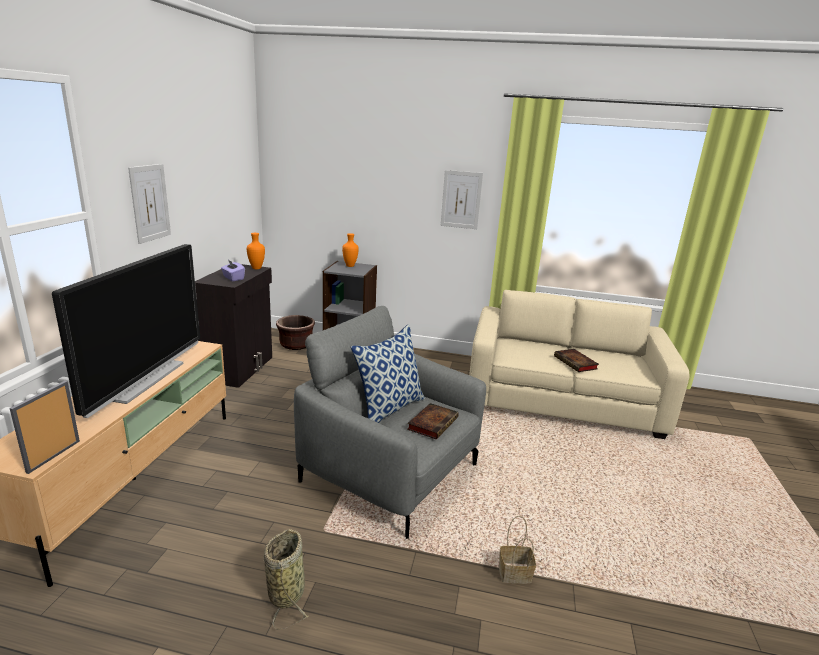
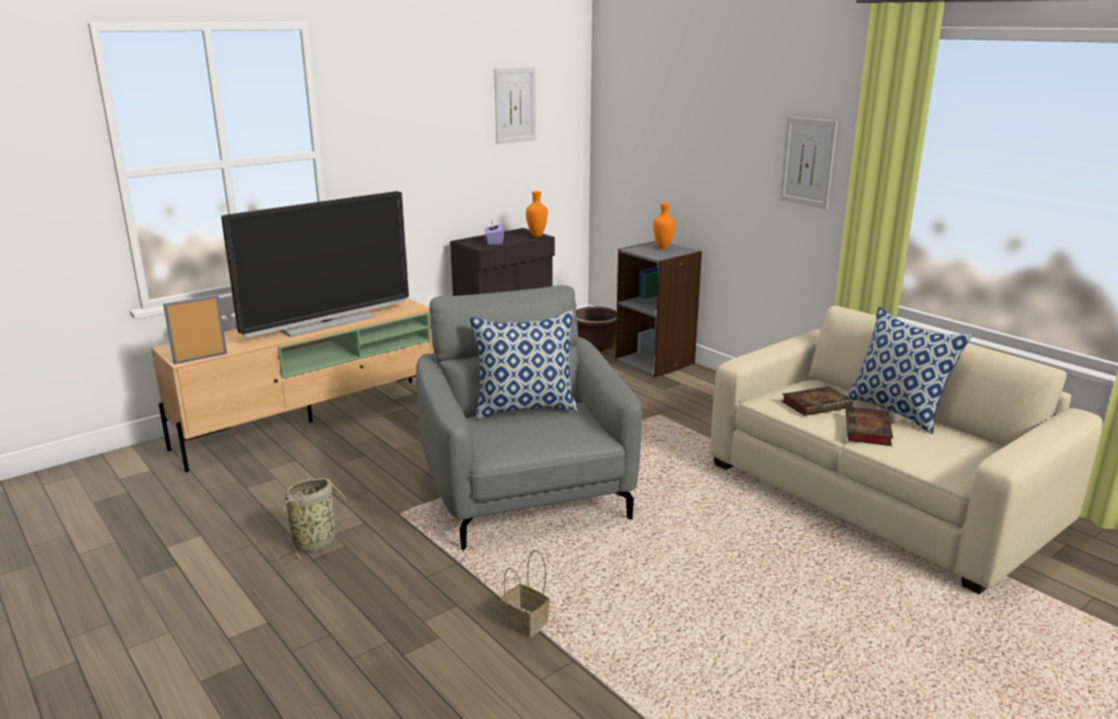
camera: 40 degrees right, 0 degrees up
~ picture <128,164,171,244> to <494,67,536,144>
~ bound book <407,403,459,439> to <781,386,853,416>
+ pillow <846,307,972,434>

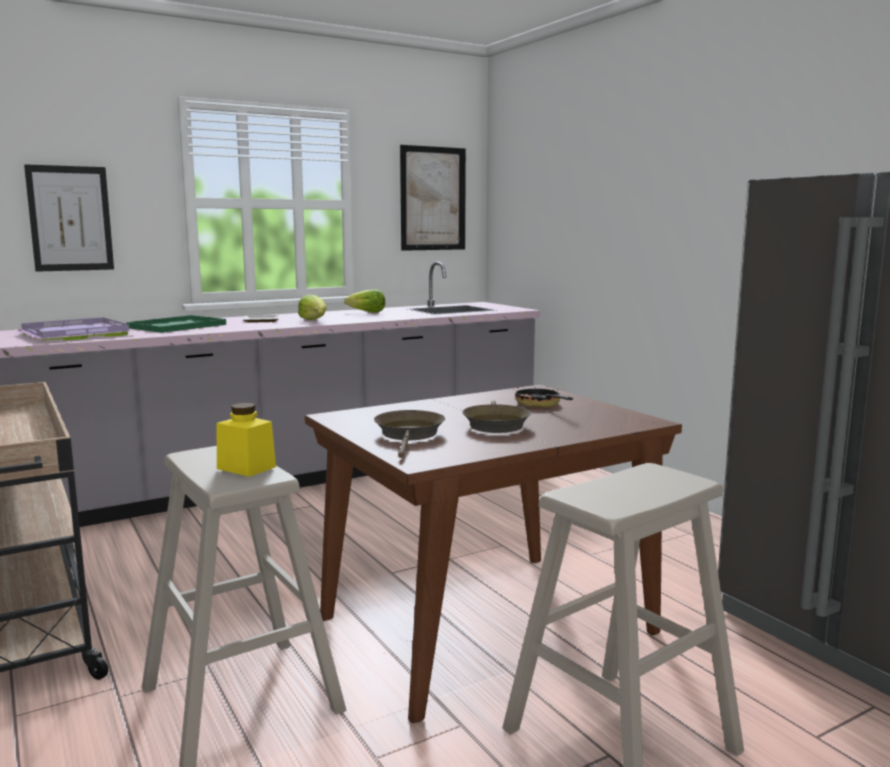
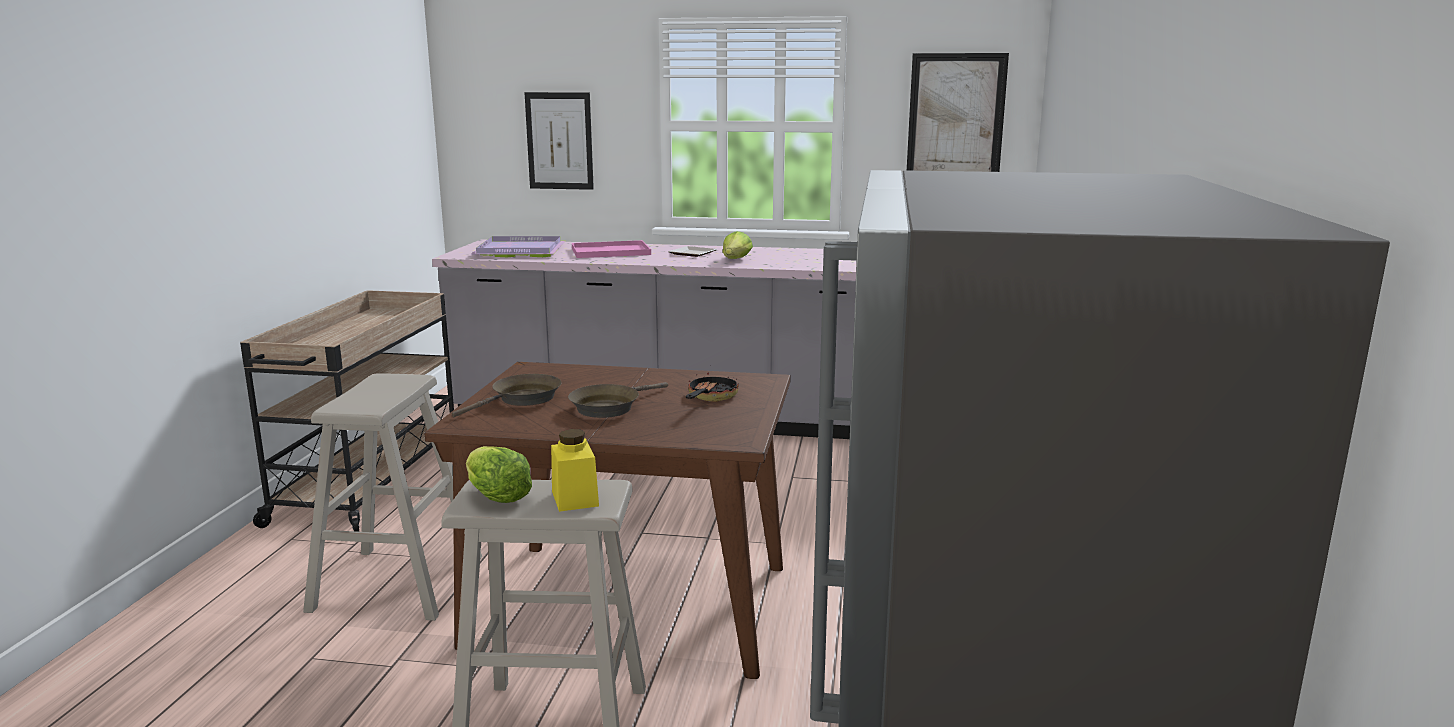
camera: 40 degrees right, 5 degrees up
~ head of lettuce <344,289,385,313> to <466,446,532,503>
~ green tray <126,315,226,333> to pinkish tray <572,240,651,258>
~ yellowish storage jar <216,403,276,477> to <551,429,599,512>

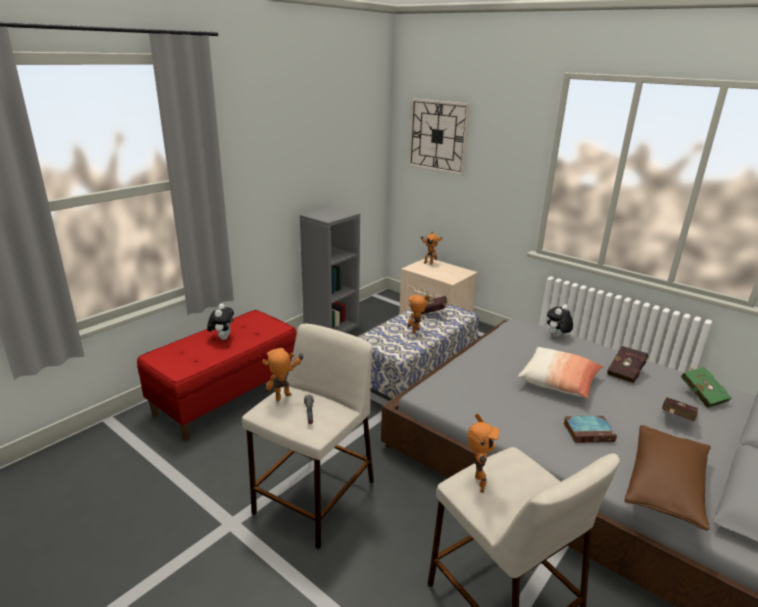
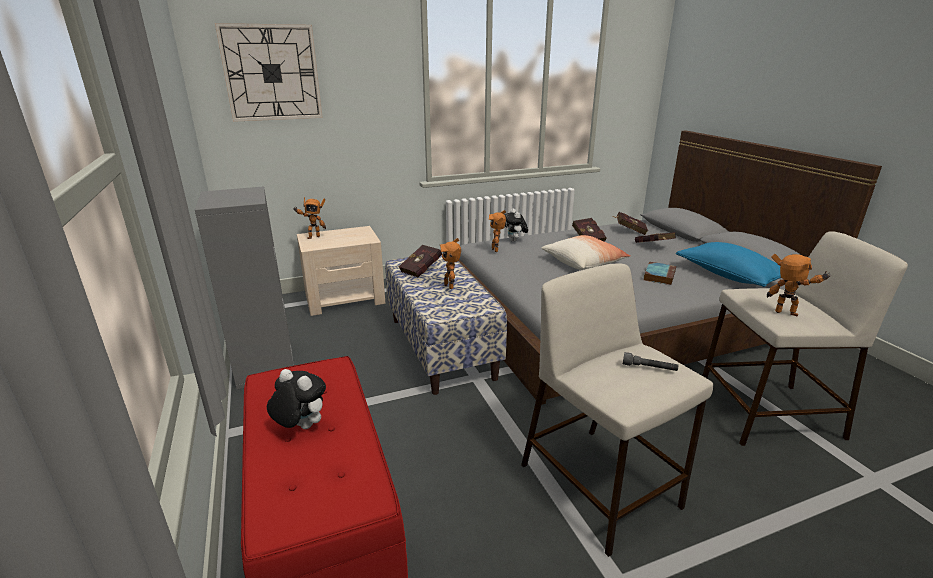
camera: 60 degrees left, 0 degrees up
~ model robot <263,348,304,401> to <489,210,506,252>
~ green bound book <680,367,731,408> to reddish bound book <614,212,648,235>
~ brown-coloured pillow <625,425,711,531> to blue pillow <676,242,781,287>

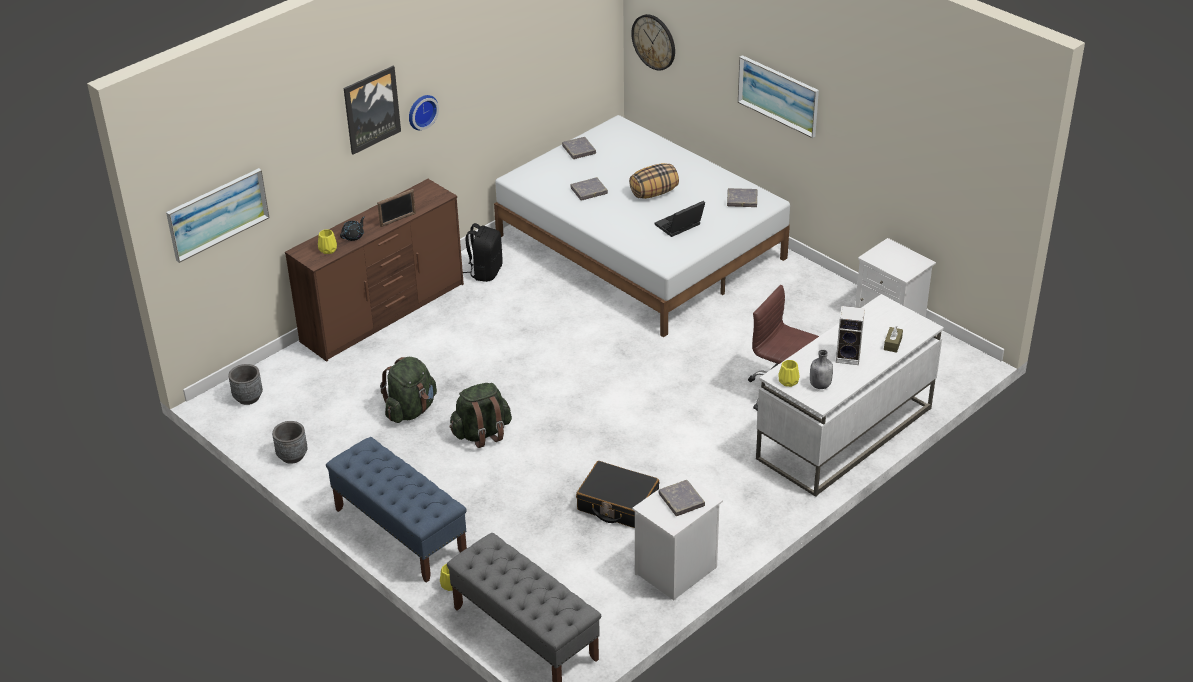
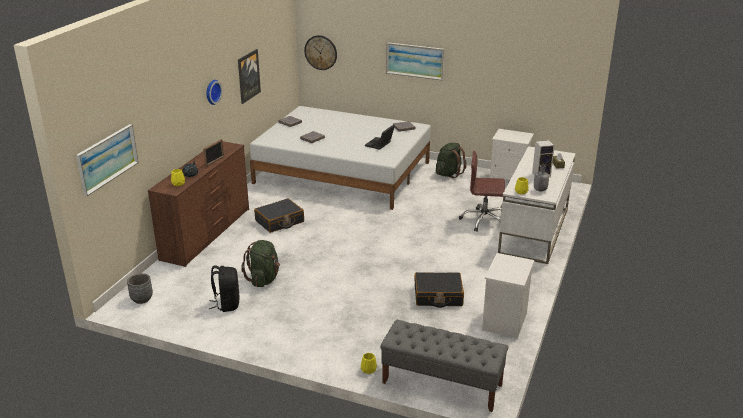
camera: 25 degrees left, 10 degrees down
~ picture <344,66,401,155> to <238,49,261,104>
- pillow <629,163,679,199>
~ black-coloured knapsack <463,223,503,282> to <209,265,239,312>
~ green knapsack <450,383,512,448> to <436,143,467,178>
- greyish flower pot <272,421,307,464>
- blue indoor bench <326,437,467,583>
- greyish bound book <659,480,705,516>
+ black-coloured piece of luggage <254,198,304,233>

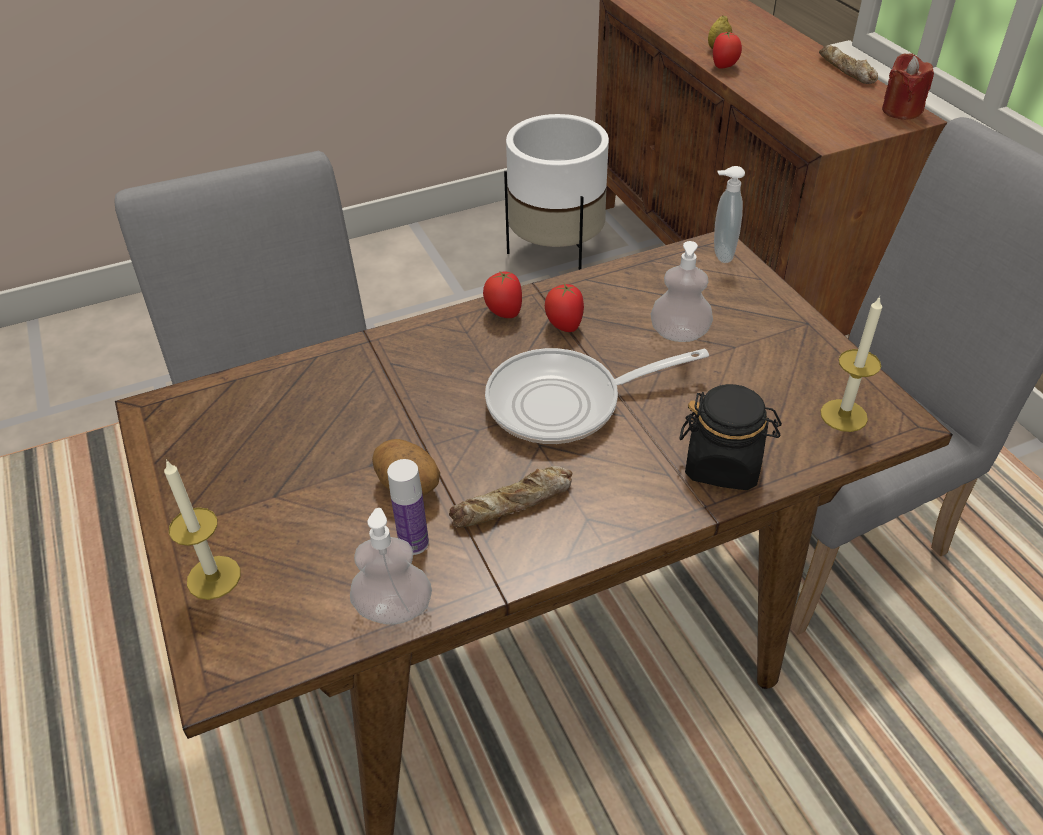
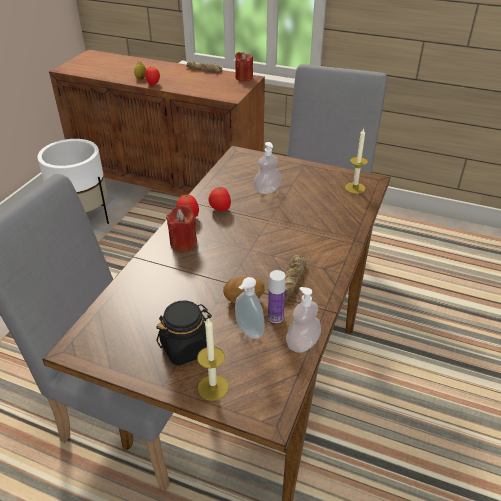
camera: 45 degrees left, 5 degrees down
~ soap bottle <714,166,745,263> to <235,277,264,339>
- skillet <485,348,709,444>
~ black-coloured storage jar <679,384,782,490> to <156,300,212,366>
+ reddish wax light <166,205,197,251>

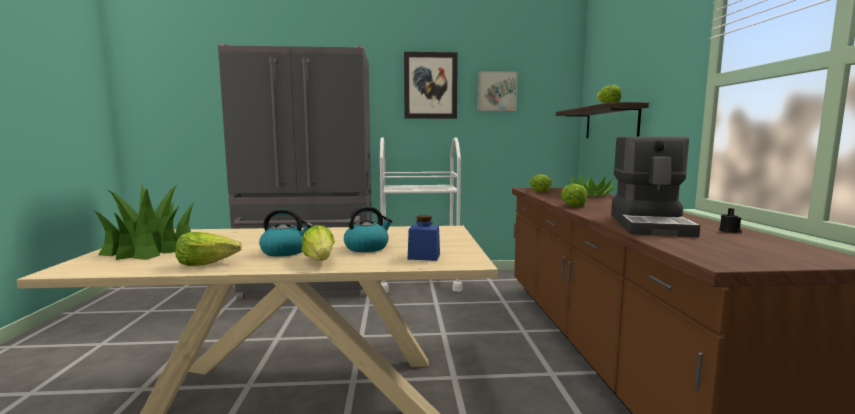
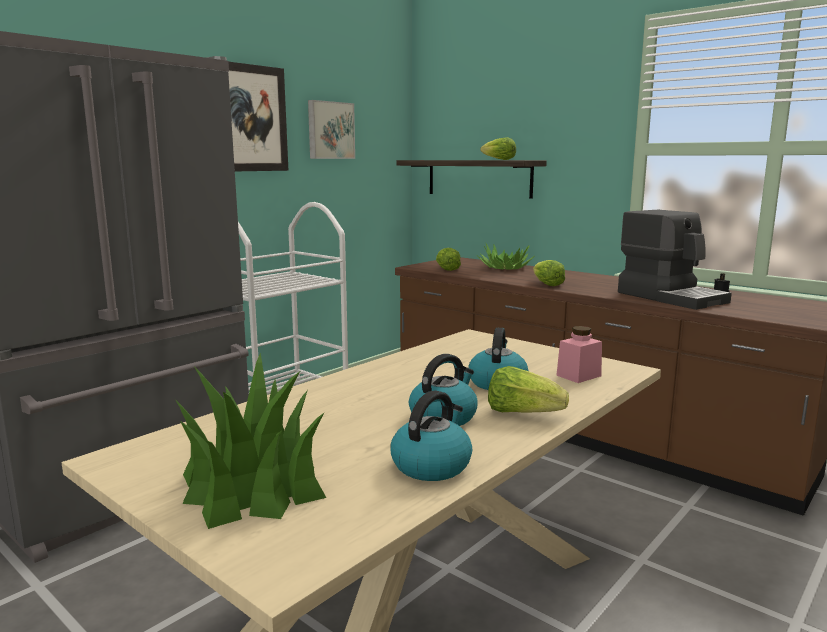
camera: 45 degrees left, 5 degrees up
~ blue storage jar <408,215,440,261> to pinkish storage jar <556,326,602,383>
~ head of lettuce <175,232,242,266> to kettle <390,390,472,481>

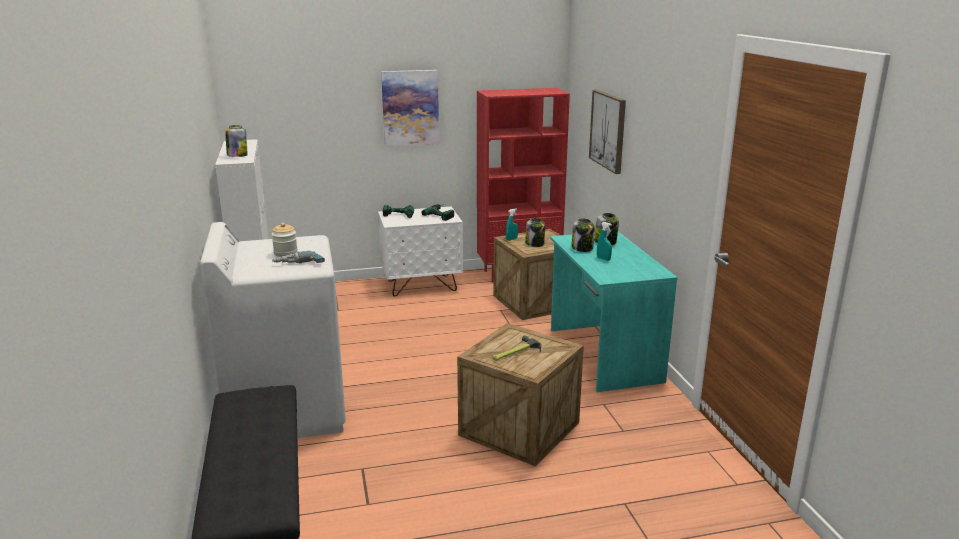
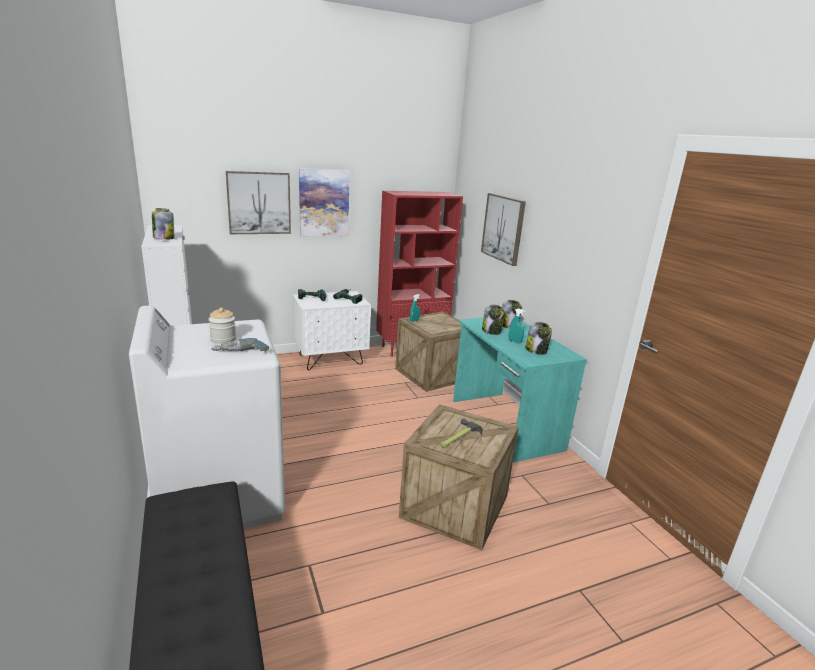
camera: 10 degrees left, 0 degrees up
~ storage jar <525,218,545,247> to <525,322,552,355>
+ picture <226,171,291,234>

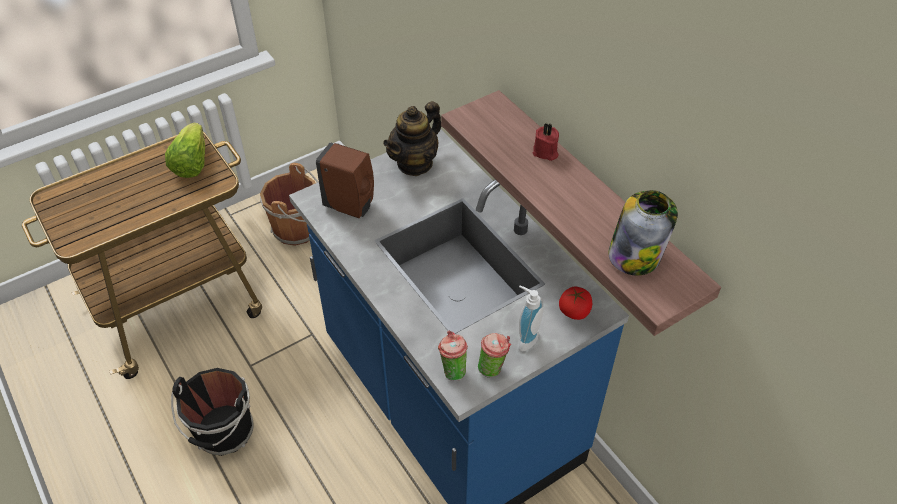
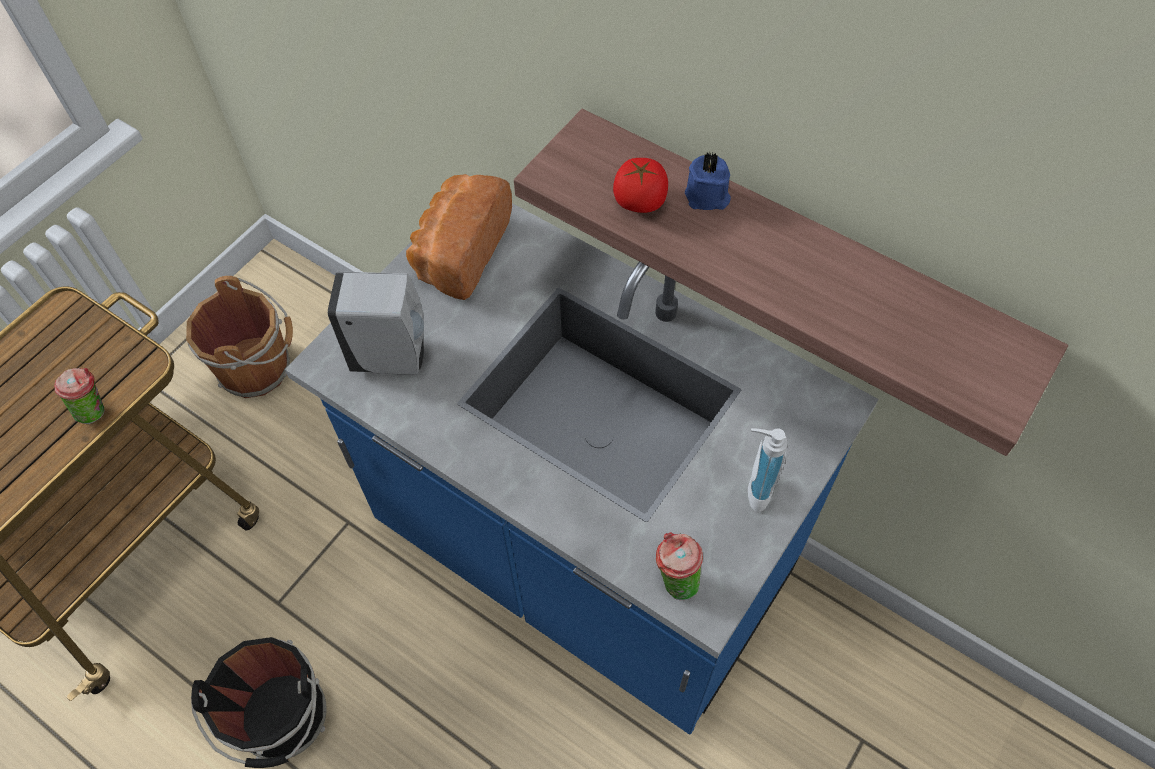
camera: 20 degrees left, 10 degrees up
~ pot for tea <383,101,441,176> to baked bread <406,174,512,300>
- head of lettuce <165,123,205,178>
~ reddish wax light <533,123,559,161> to blue wax light <685,153,731,210>
~ brown-coloured soap bottle <316,142,374,218> to white-coloured soap bottle <328,272,424,375>
- storage jar <608,190,678,276>
~ fresh tomato <559,287,592,320> to <613,158,668,213>
~ drinking cup <478,333,511,377> to <54,368,105,424>

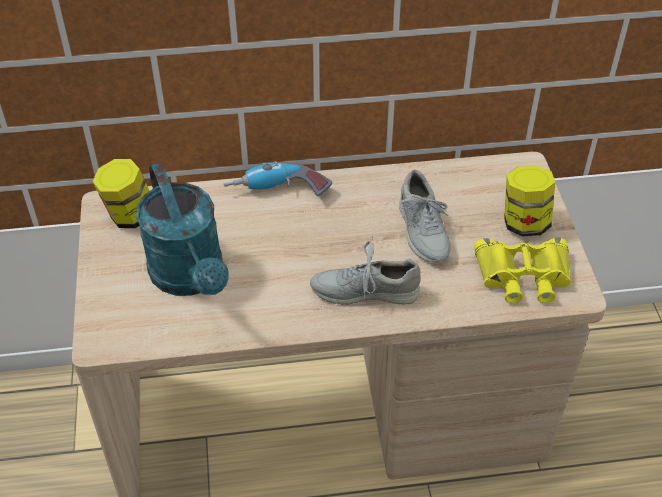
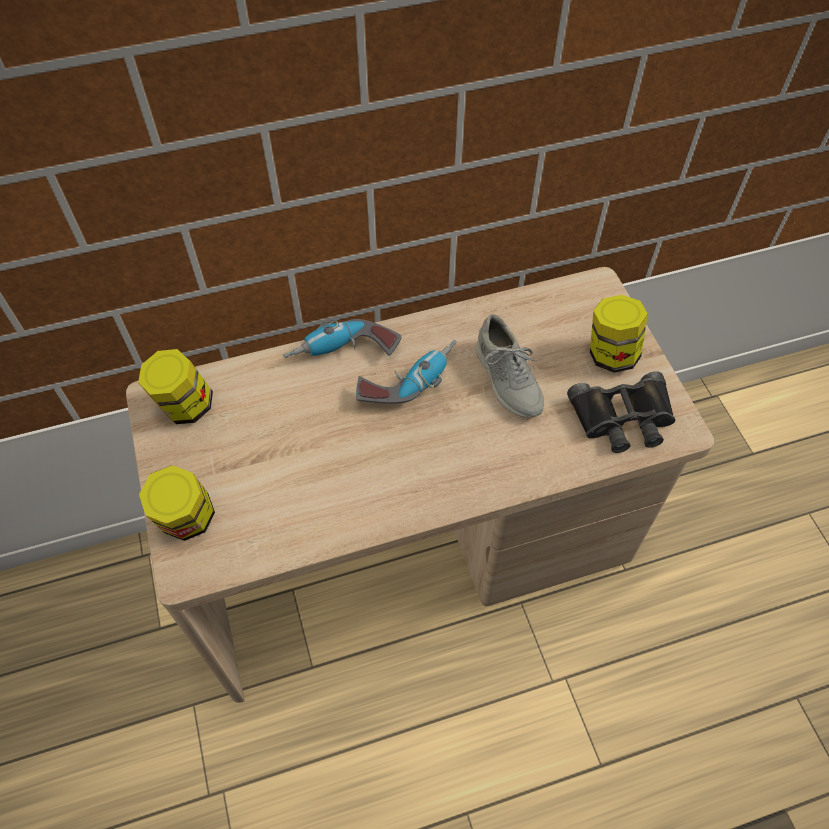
camera: 10 degrees left, 10 degrees up
- turquoise-coloured watering can <136,163,229,296>
- greyish low shoe <310,236,421,305>
~ yellowish binoculars <474,238,571,303> to black-coloured binoculars <567,371,675,453>
+ electric drill <356,340,457,404>
+ storage jar <139,465,215,541>

